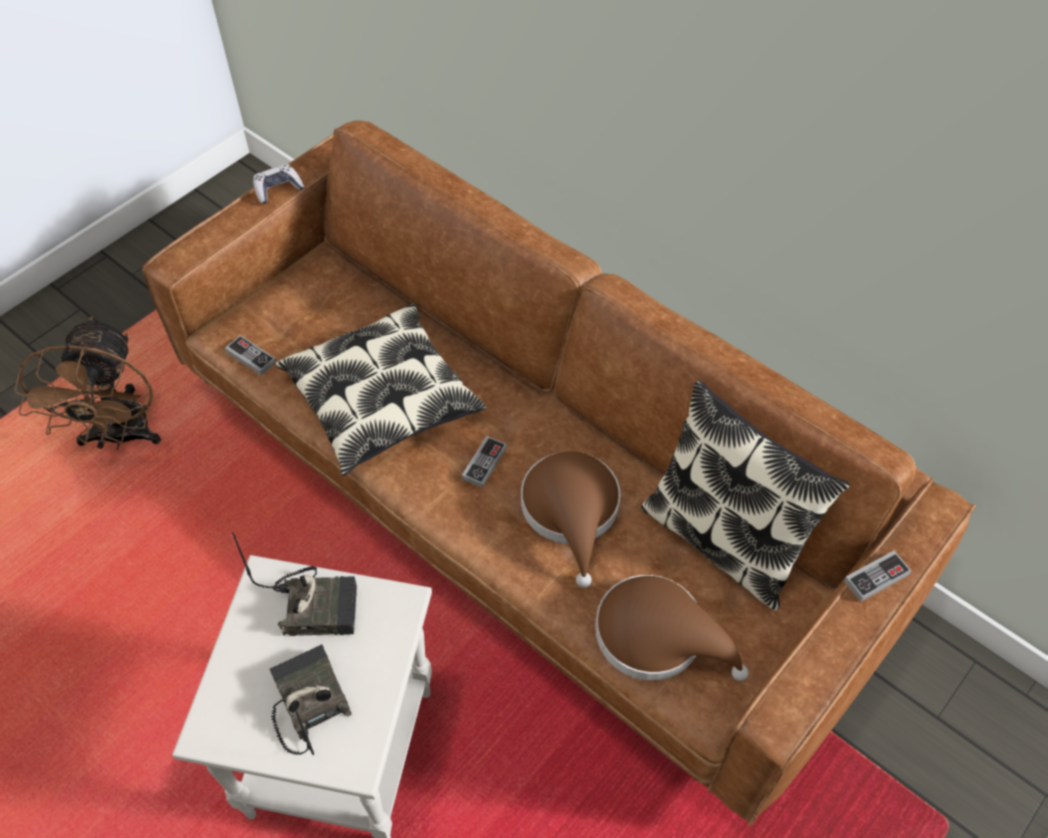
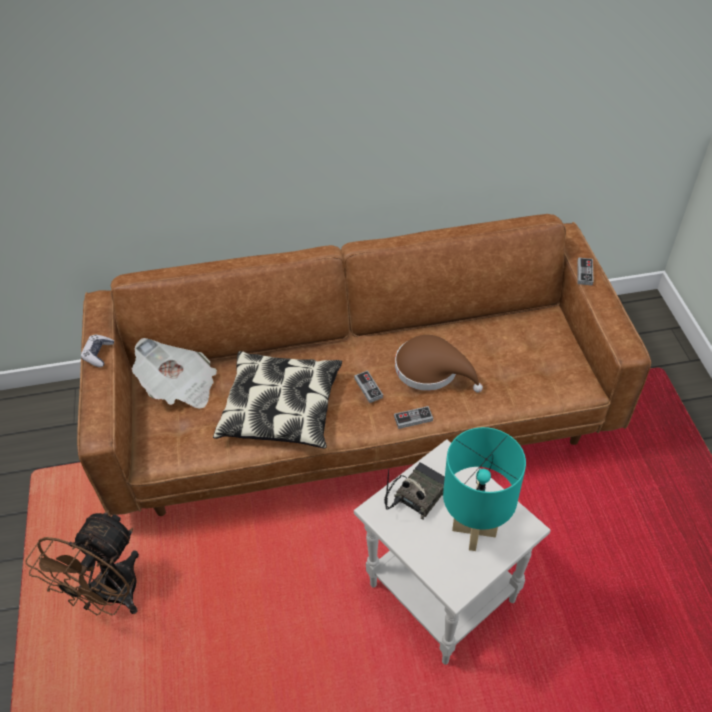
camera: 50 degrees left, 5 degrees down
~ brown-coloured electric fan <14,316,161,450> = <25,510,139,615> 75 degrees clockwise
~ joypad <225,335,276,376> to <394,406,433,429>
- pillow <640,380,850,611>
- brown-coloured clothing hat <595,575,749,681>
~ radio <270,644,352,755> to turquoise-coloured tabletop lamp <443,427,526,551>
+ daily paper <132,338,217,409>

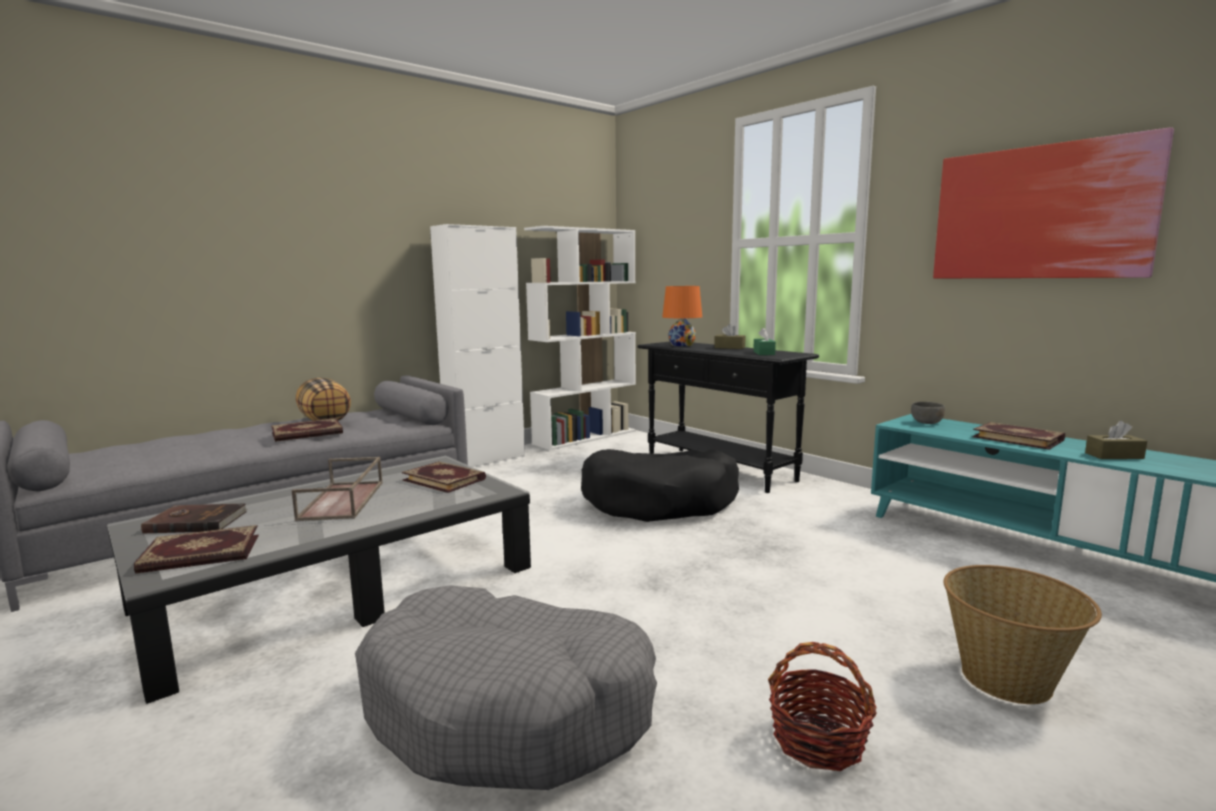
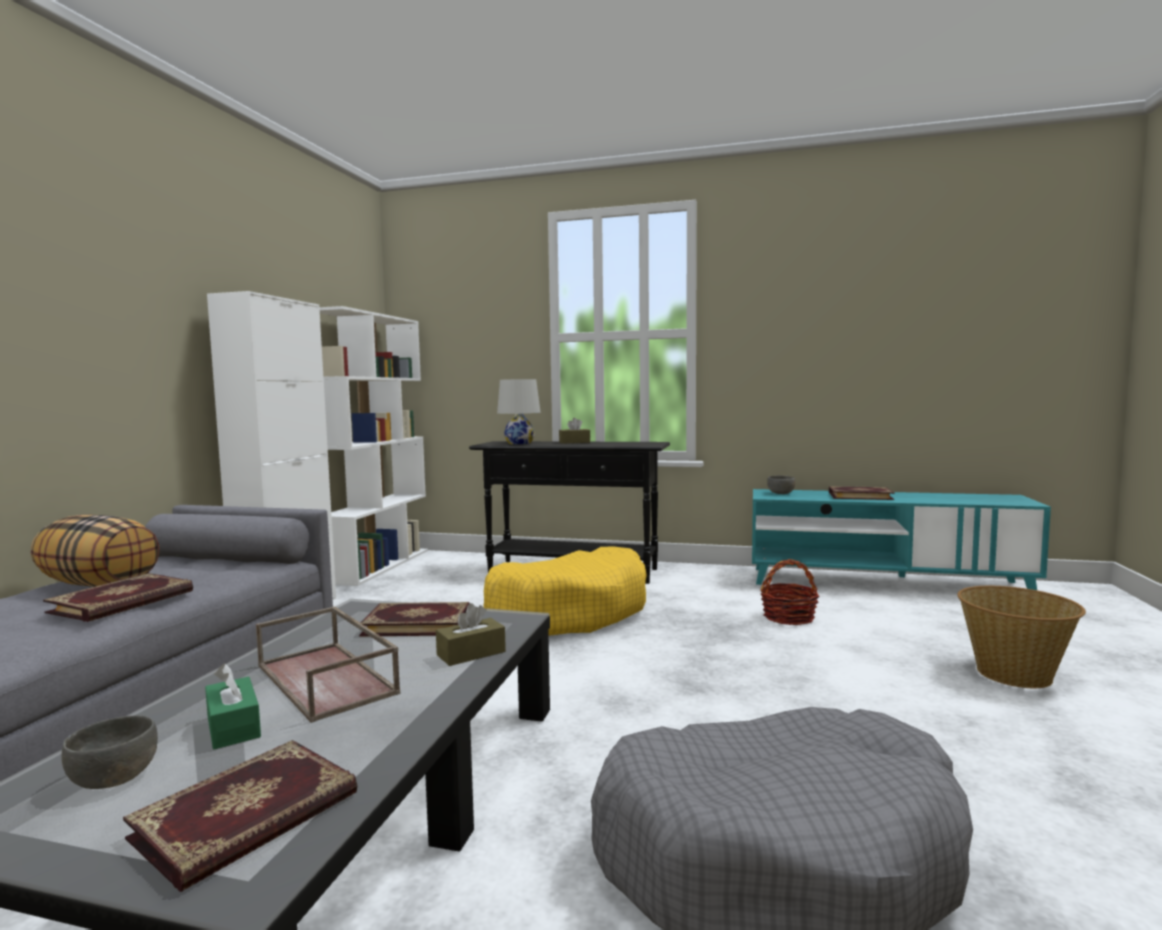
camera: 35 degrees left, 5 degrees down
- picture <933,127,1174,278>
~ orange tabletop lamp <662,286,702,347> to white-coloured tabletop lamp <497,379,541,444>
~ green tissue box <753,327,776,355> to <205,664,261,749>
~ brown-coloured tissue box <1085,421,1147,459> to <436,603,506,666>
~ black-coloured dog cushion <581,449,739,522> to yellowish dog cushion <483,547,647,636>
~ brown-coloured bound book <141,504,248,534> to greyish bowl <62,715,158,789>
~ storage basket <768,642,877,771> to <760,559,819,625>

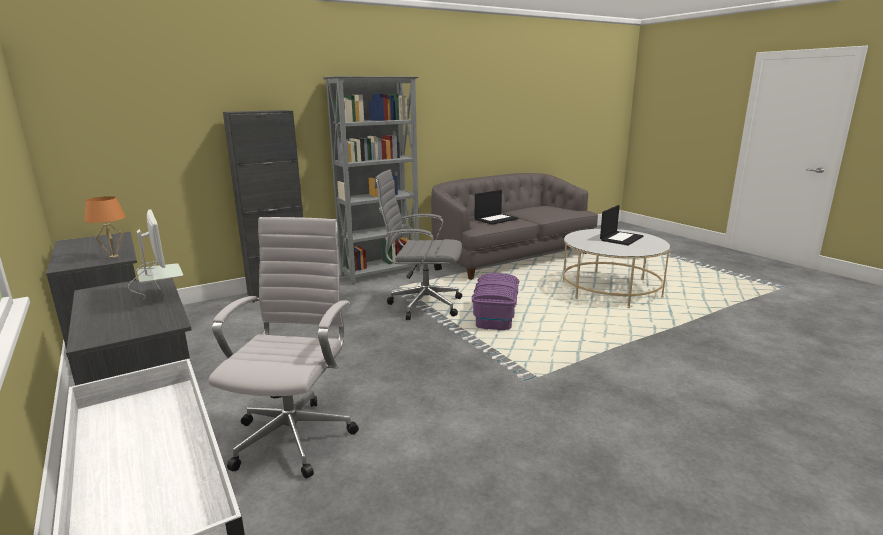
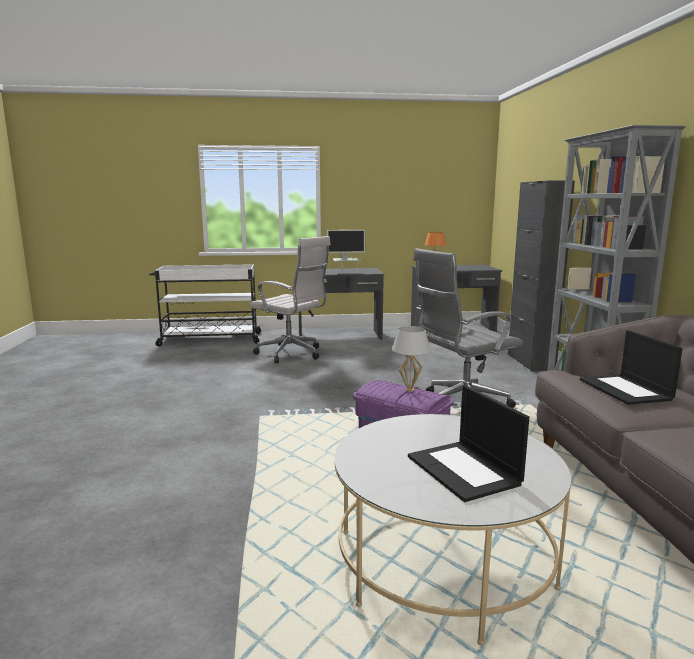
camera: 115 degrees right, 5 degrees down
~ greyish computer chair <374,169,462,320> = <413,248,523,408> 150 degrees counterclockwise
+ white-coloured tabletop lamp <392,326,430,392>

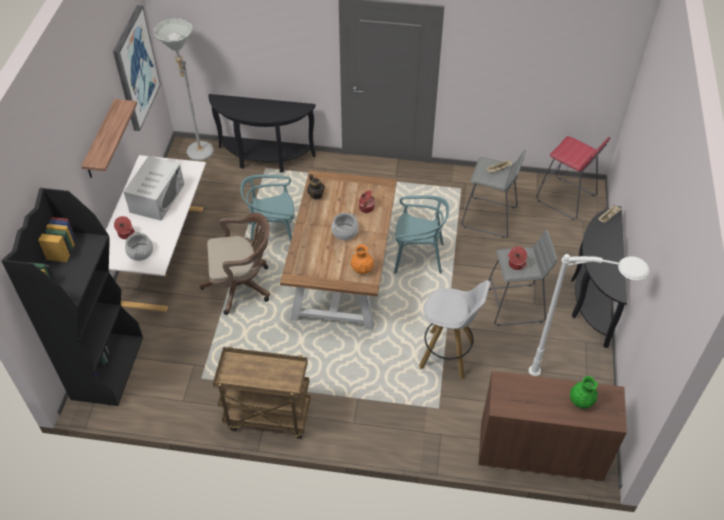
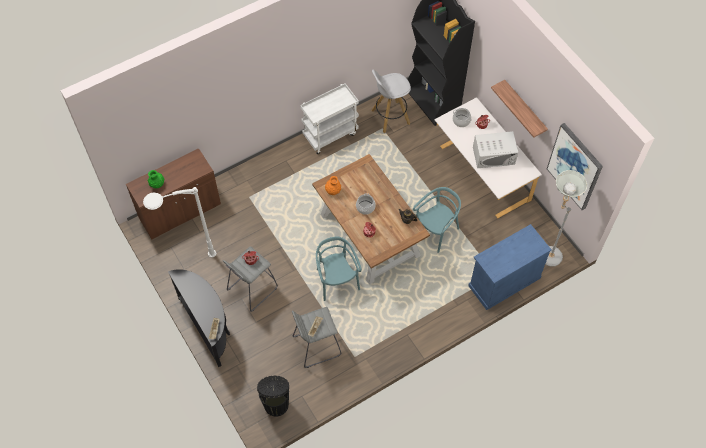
camera: 140 degrees right, 10 degrees up
~ black-coloured console table <208,94,316,173> to blue cupboard <468,224,552,310>
~ reddish stool seat <536,136,610,220> to black-coloured waste bin <257,376,289,417>
~ white-coloured microwave oven <124,156,185,221> = <473,131,518,168> 75 degrees counterclockwise
~ turquoise-coloured plain chair <394,195,449,274> = <316,236,362,301> 105 degrees clockwise
- brown-coloured computer chair <200,213,270,315>
~ white-coloured stool seat <419,280,490,380> to <372,69,411,133>
~ brown-coloured cart <213,346,311,439> to white-coloured cart <300,83,359,154>

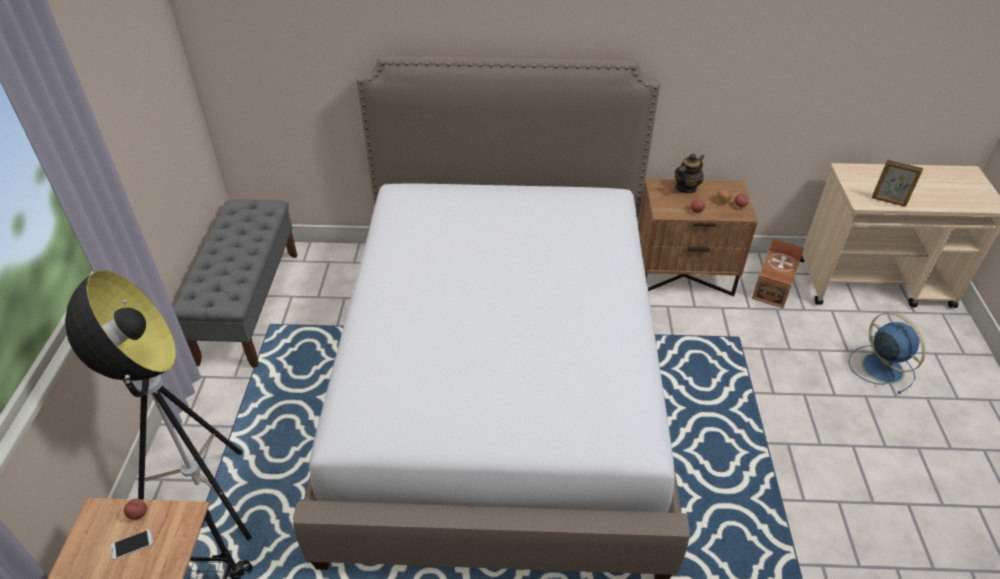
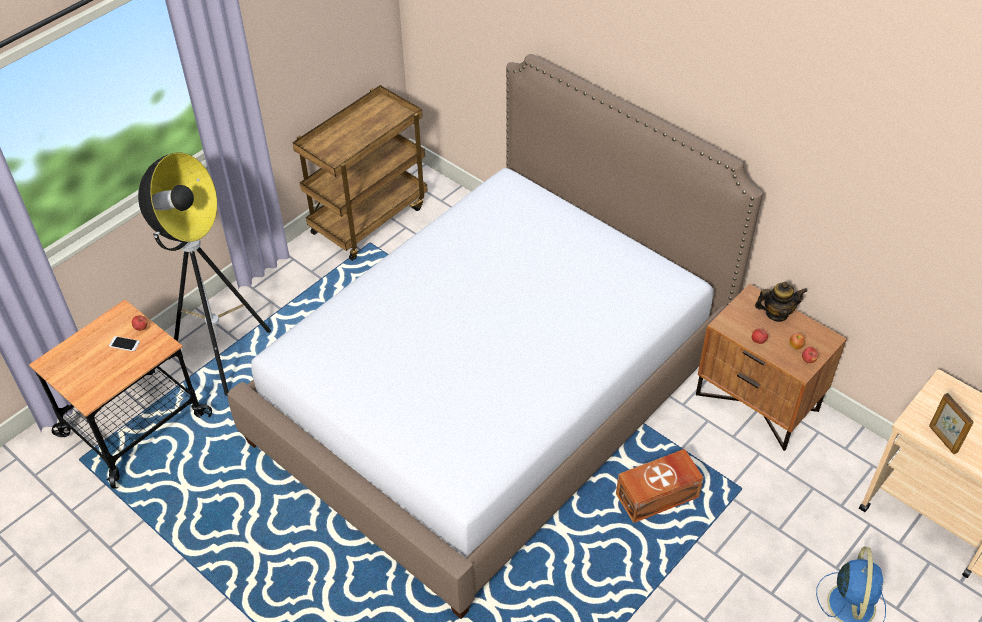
camera: 40 degrees right, 5 degrees up
~ greyish indoor bench <173,199,297,368> to brown-coloured cart <292,85,428,261>
~ brown-coloured storage box <752,239,804,308> to <616,449,704,523>

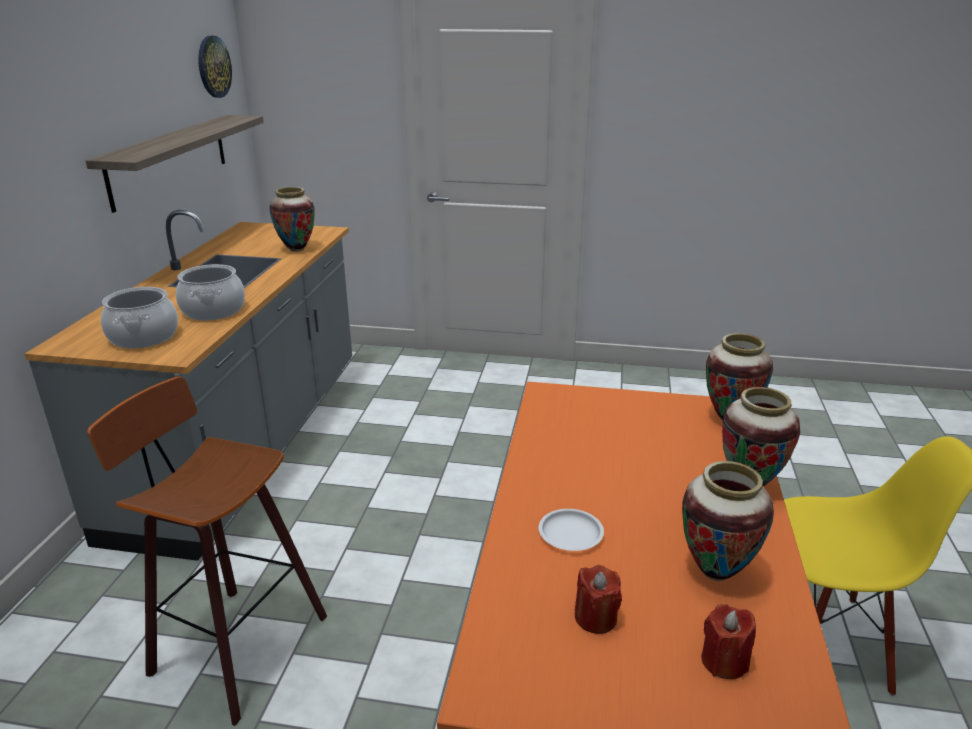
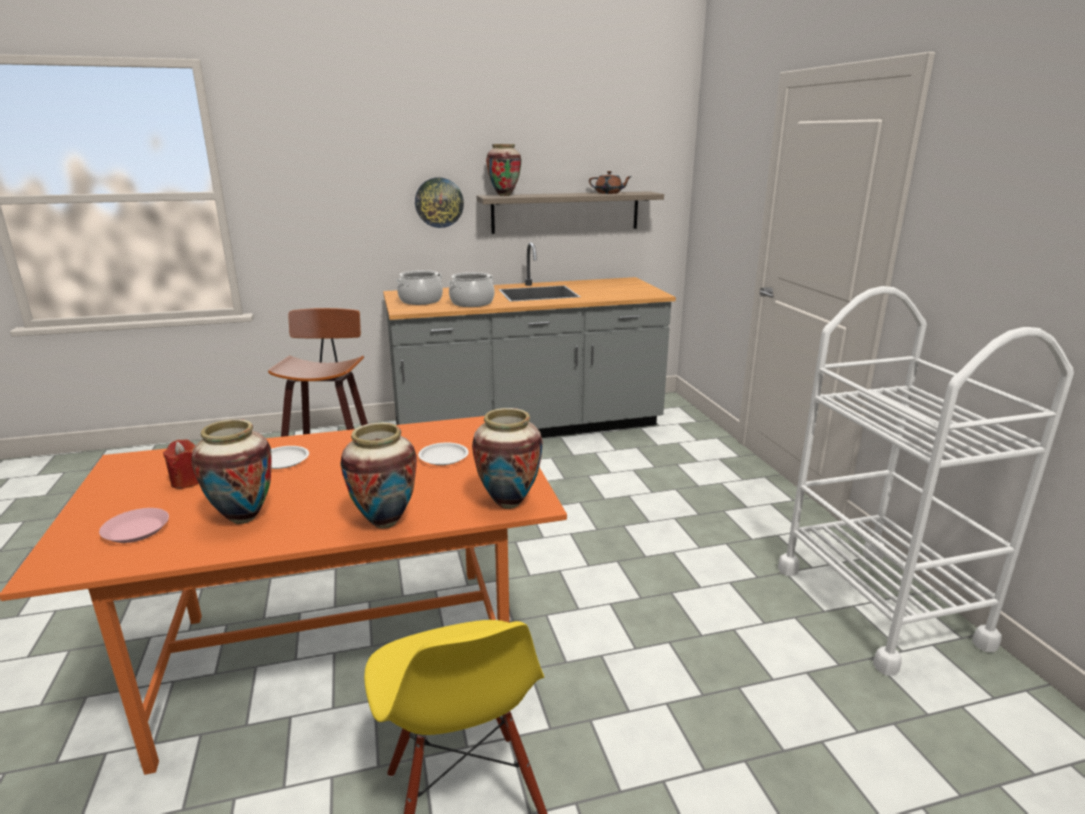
camera: 65 degrees right, 5 degrees down
~ wall clock <198,36,232,98> to <415,177,464,228>
~ decorative vase <269,187,315,252> to <486,144,521,196>
~ reddish wax light <701,604,756,679> to pinkish dinner plate <99,508,169,543>
+ brown-coloured pot for tea <589,171,632,194>
+ white-coloured cart <778,286,1074,676>
+ white-coloured dinner plate <418,442,469,465>

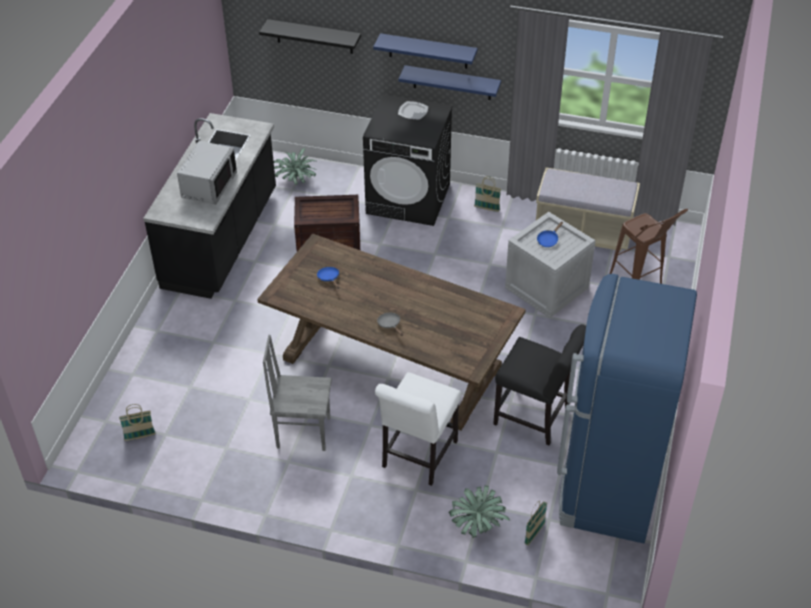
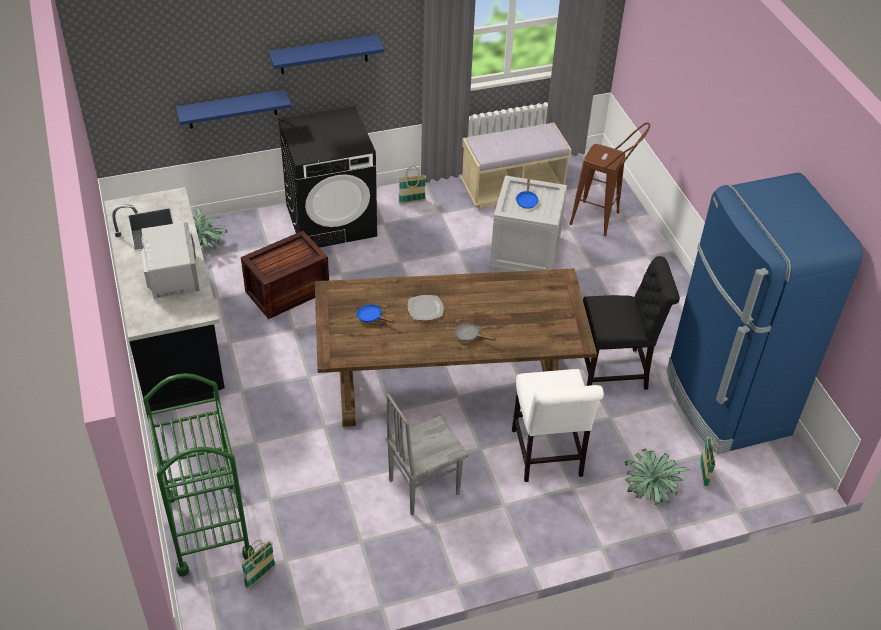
camera: 35 degrees left, 0 degrees up
- black-coloured wall shelf <259,19,361,54>
~ blue wall shelf <398,65,501,100> to <176,90,291,129>
~ dinner plate <398,101,428,120> to <408,295,444,320>
+ green cart <143,373,255,576>

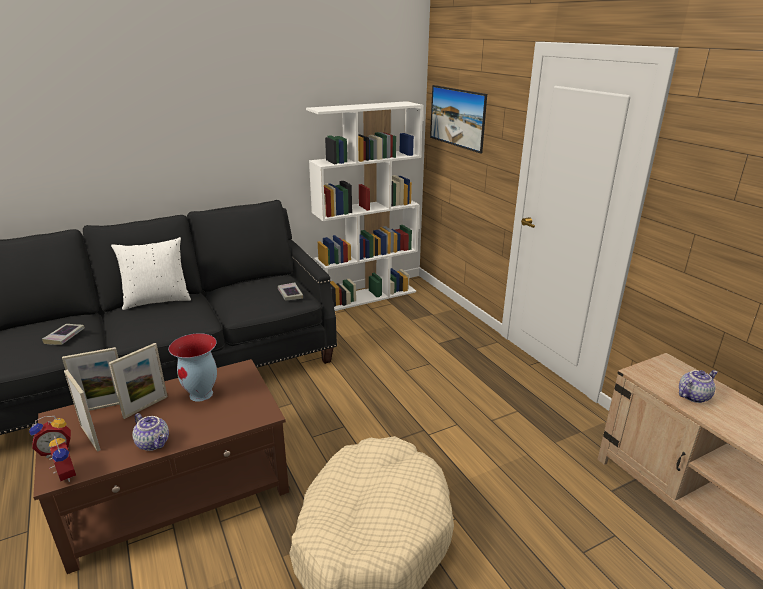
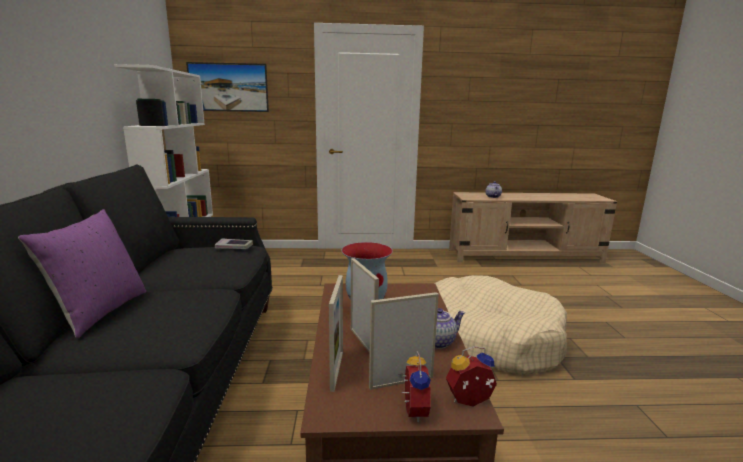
camera: 65 degrees left, 10 degrees down
~ white-coloured pillow <111,237,191,310> to purplish pillow <18,209,146,338>
- bound book <42,324,85,345>

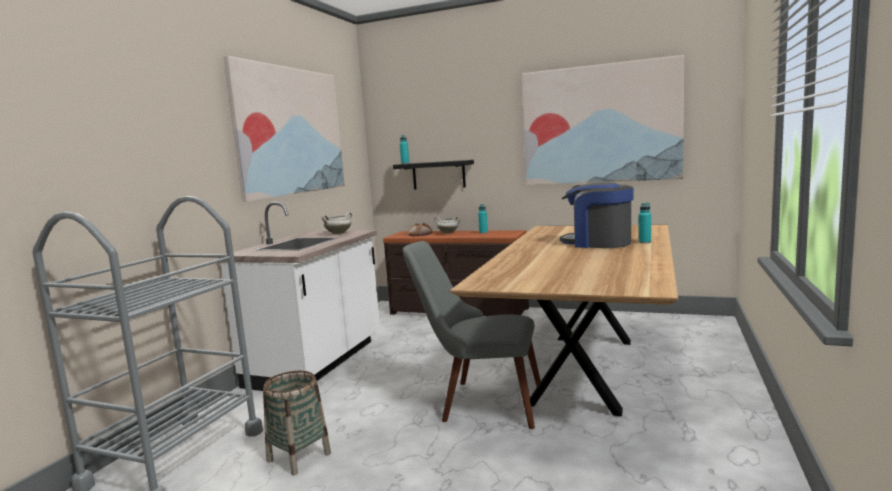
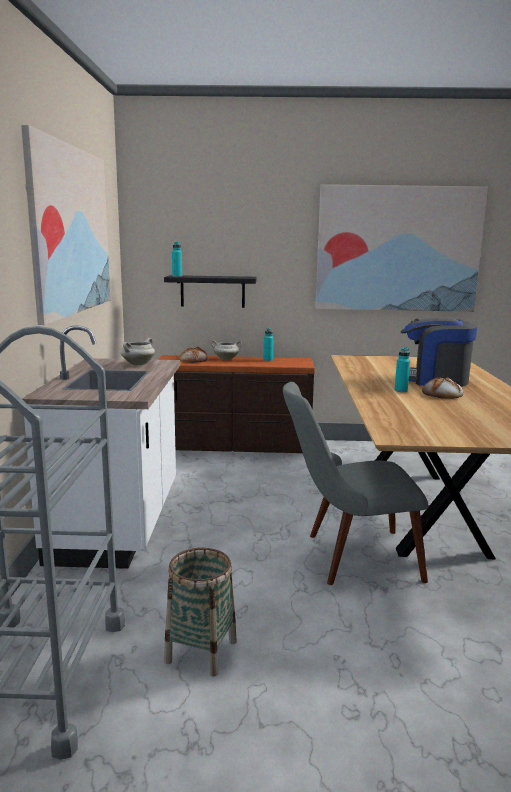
camera: 20 degrees left, 5 degrees up
~ turquoise-coloured drink bottle <639,202,651,243> to <395,348,410,392>
+ baked bread <422,377,464,399>

